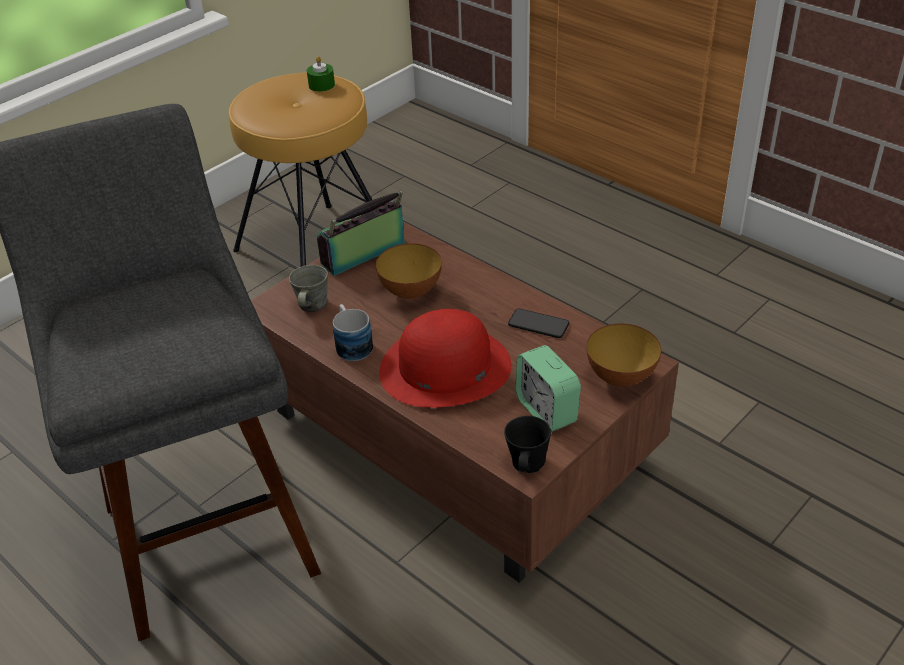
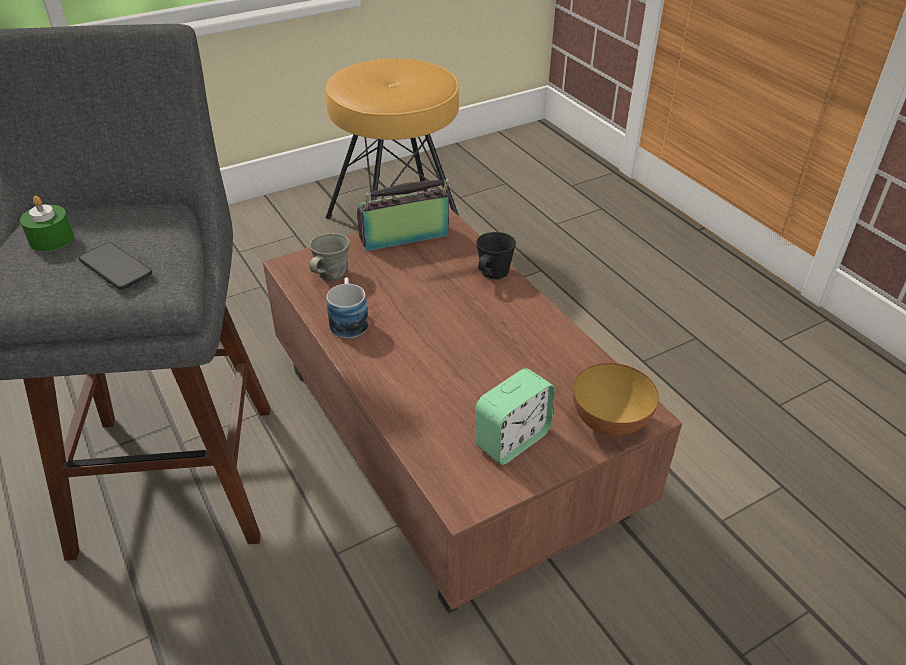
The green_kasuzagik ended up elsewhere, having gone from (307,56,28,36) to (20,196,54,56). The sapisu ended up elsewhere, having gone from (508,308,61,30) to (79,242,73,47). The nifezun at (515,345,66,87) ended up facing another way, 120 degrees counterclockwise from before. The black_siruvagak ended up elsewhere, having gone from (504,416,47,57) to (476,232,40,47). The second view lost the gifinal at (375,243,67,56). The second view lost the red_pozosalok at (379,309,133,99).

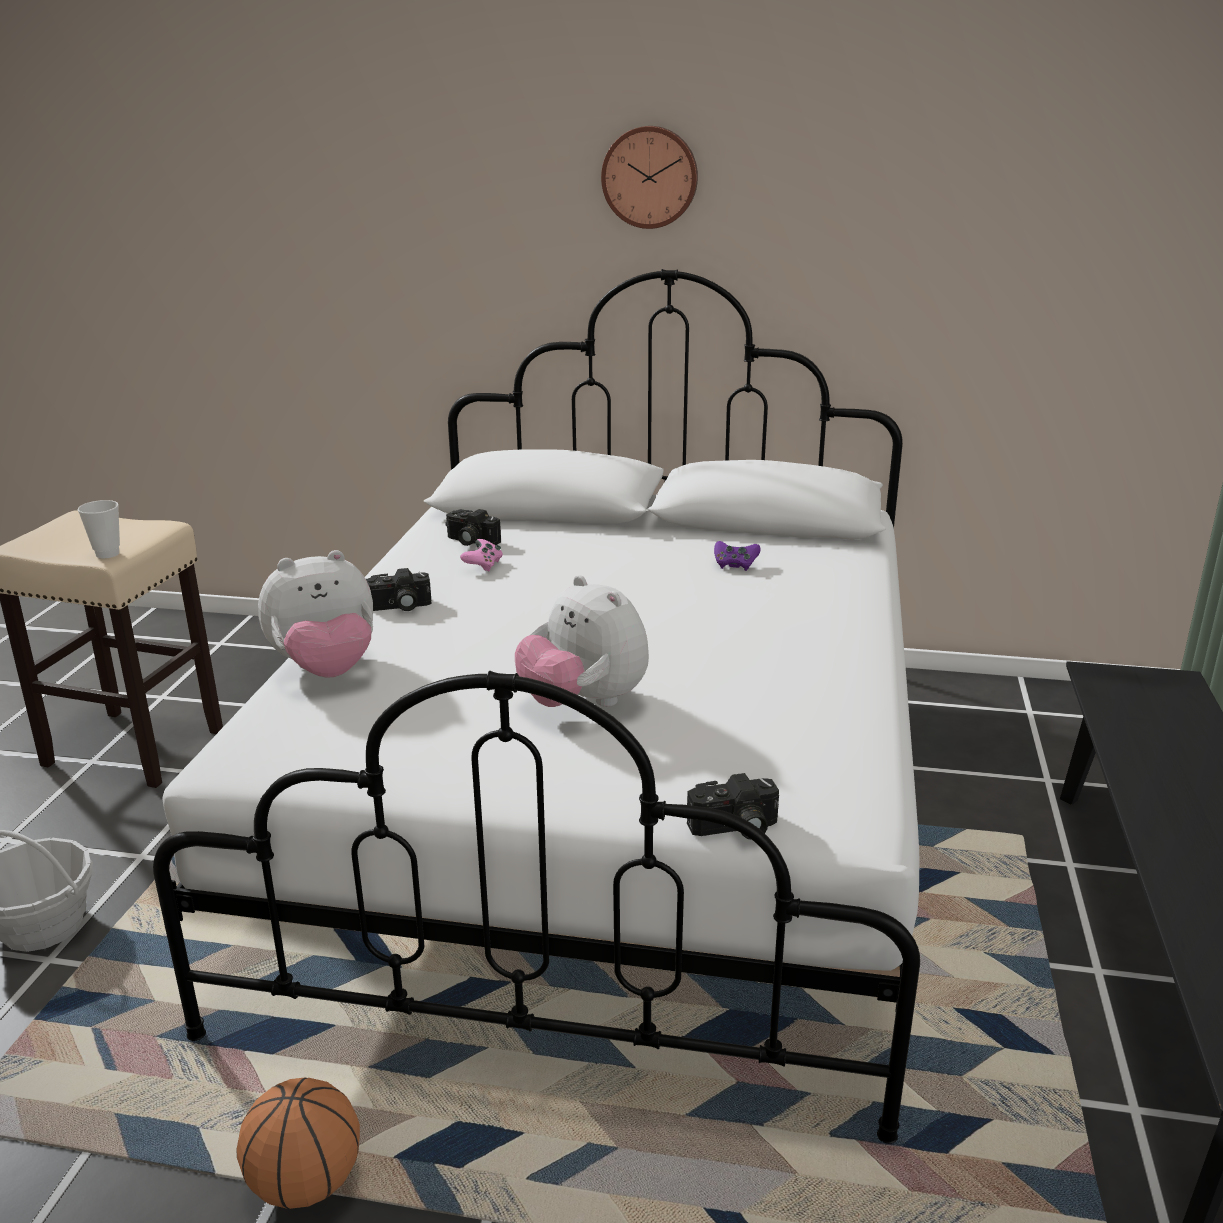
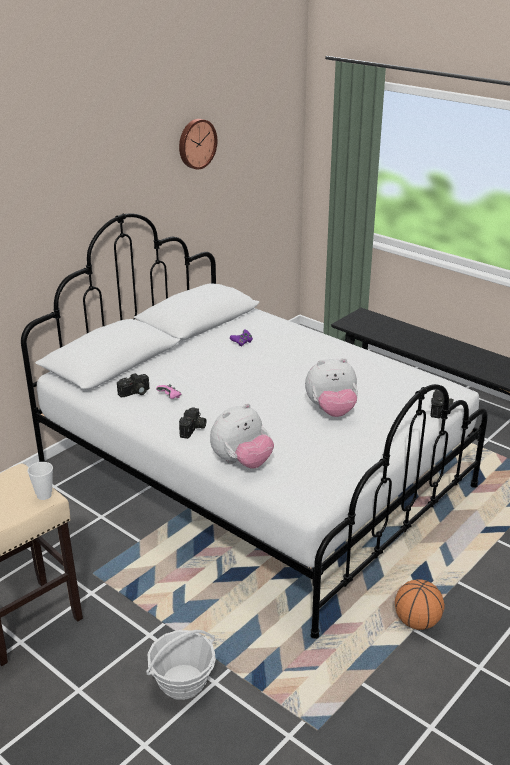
The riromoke ended up elsewhere, having gone from (601,126,97,103) to (179,119,38,50). The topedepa at (258,550,115,128) ended up facing another way, 45 degrees clockwise from before.

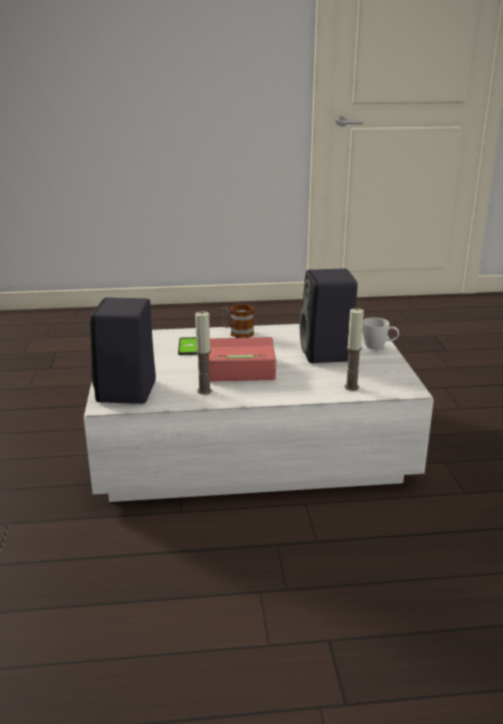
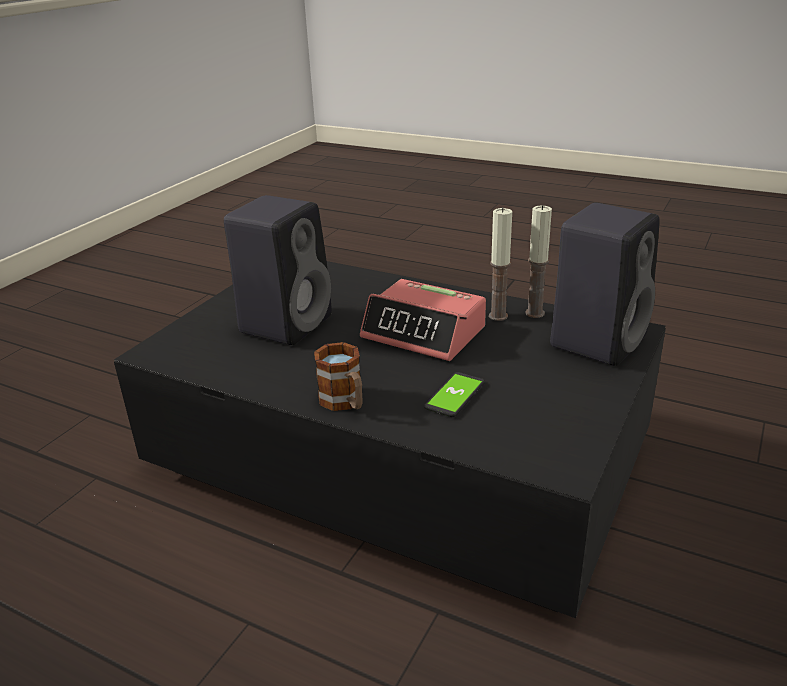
What was the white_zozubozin at (84,324,350,178) turned into the black_zozubozin at (114,261,552,357). The kasuzagik ended up elsewhere, having gone from (345,308,19,83) to (525,205,27,113). The second view lost the white_siruvagak at (363,317,36,32).

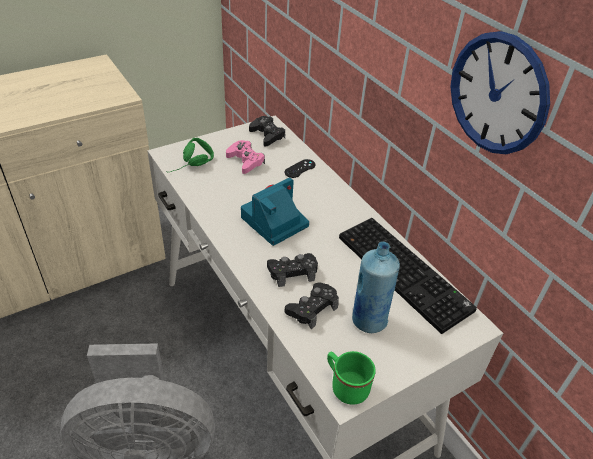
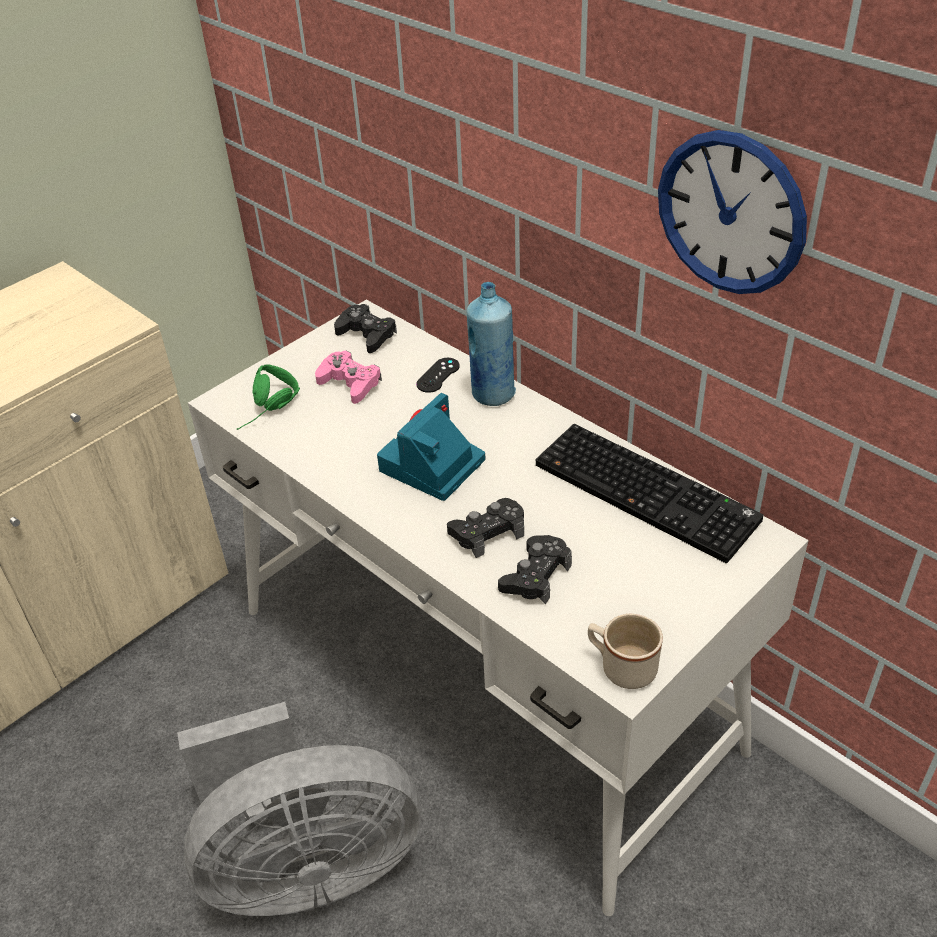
The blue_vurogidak ended up elsewhere, having gone from (352,241,48,92) to (467,282,49,124). What was the green_siruvagak at (327,351,49,54) turned into the beige_siruvagak at (588,614,75,75).

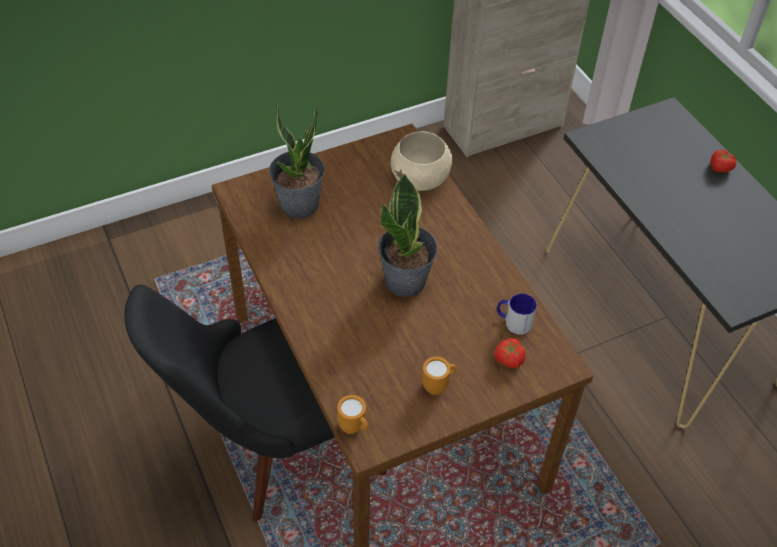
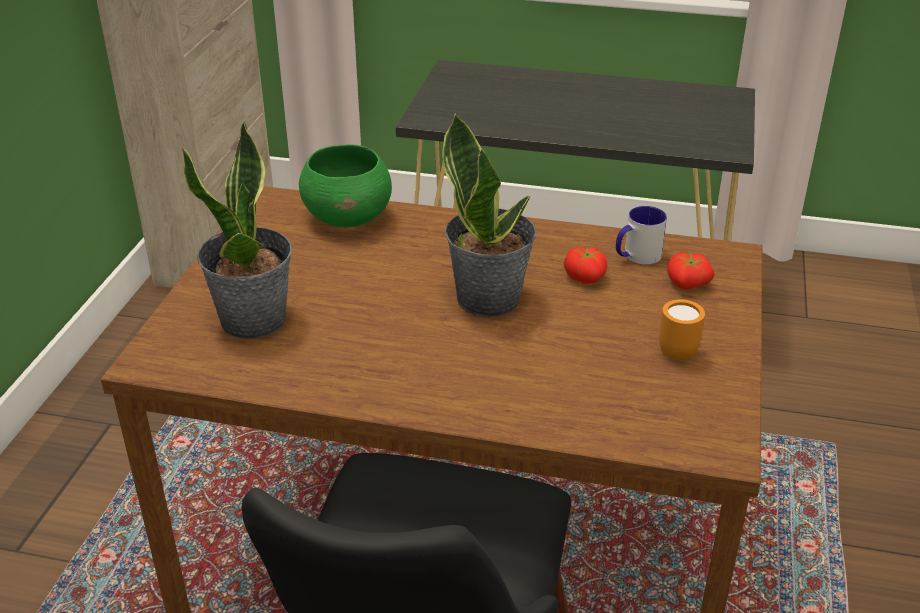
What was the beige_gifinal at (391,131,61,60) turned into the green_gifinal at (299,144,93,83). The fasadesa ended up elsewhere, having gone from (710,149,27,24) to (564,247,43,37). The second view lost the orange_siruvagak at (337,395,31,39).

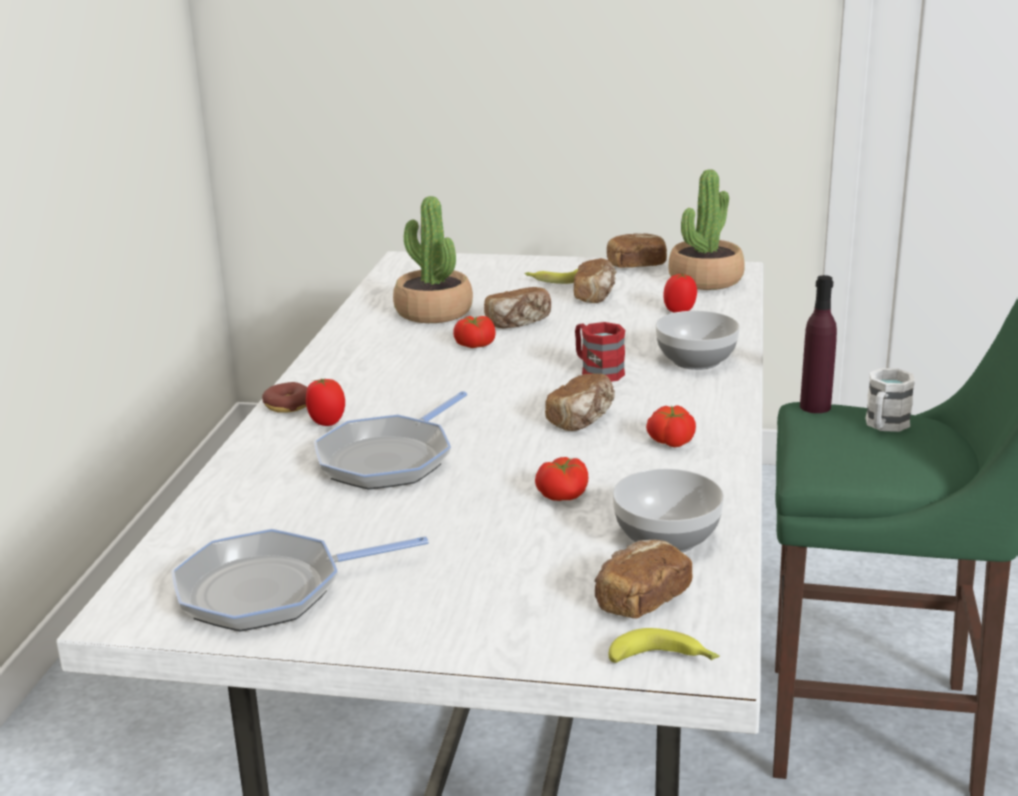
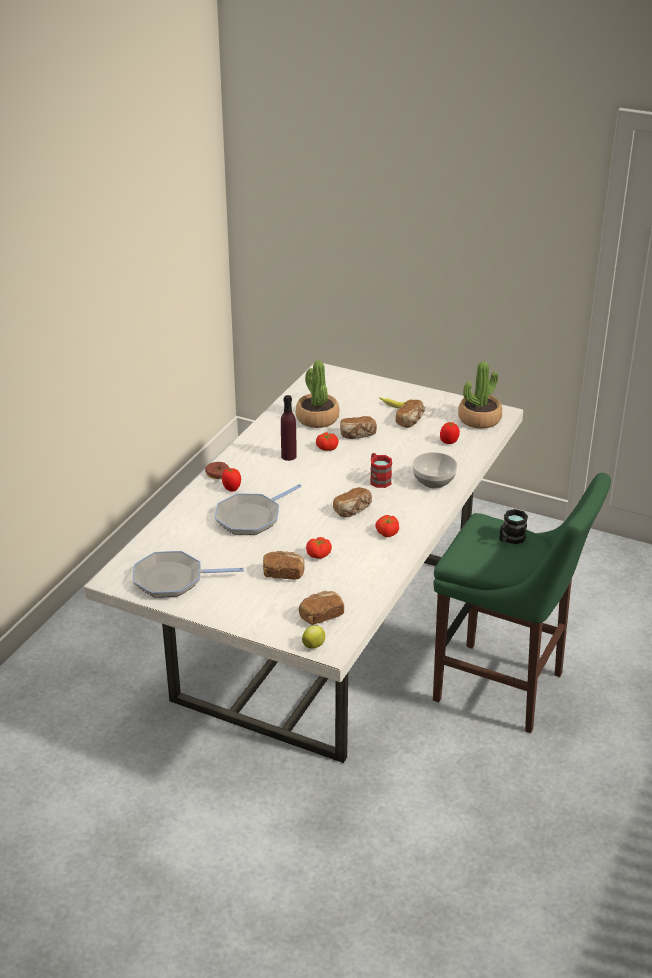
The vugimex ended up elsewhere, having gone from (607,233,60,35) to (263,551,42,29). The purple_vurogidak ended up elsewhere, having gone from (800,275,37,138) to (281,395,16,66). Where the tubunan stood at (608,628,112,35), the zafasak came to stand at (302,625,23,24). What was the white_siruvagak at (866,368,49,64) turned into the black_siruvagak at (500,509,28,35). The second view lost the gifinal at (612,469,112,83).

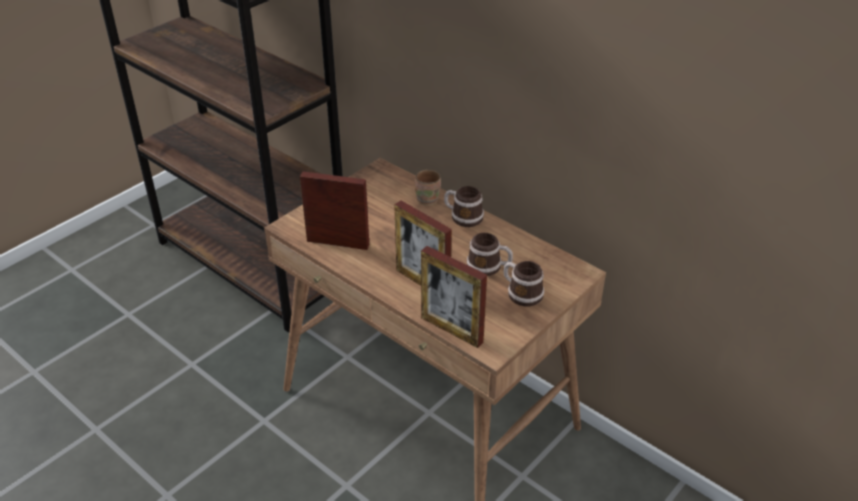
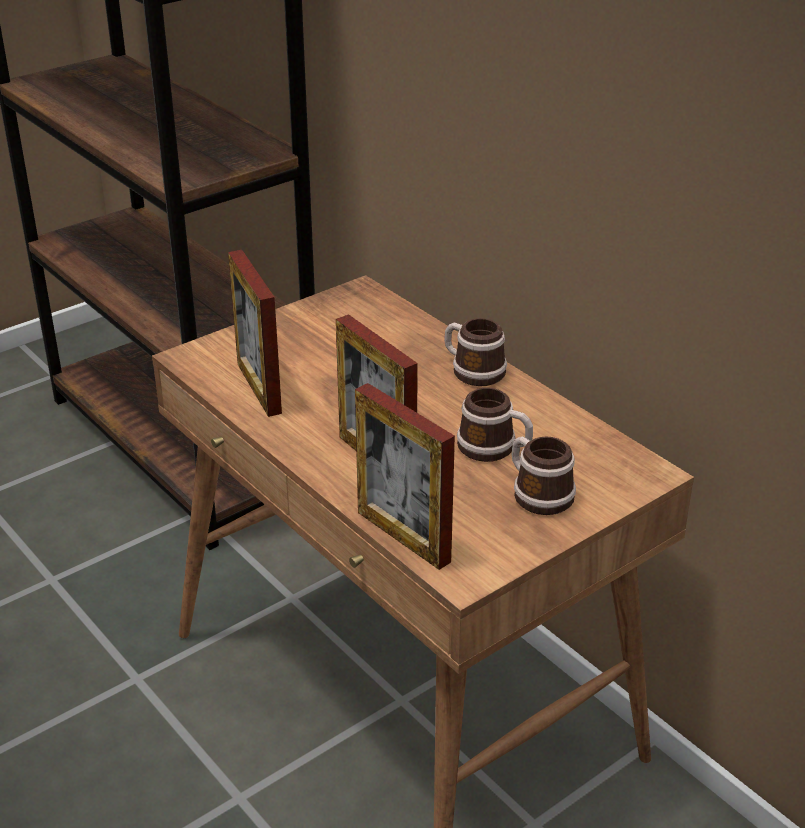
The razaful at (300,171,69,79) ended up facing another way, 135 degrees counterclockwise from before. The second view lost the brown_siruvagak at (415,170,26,36).

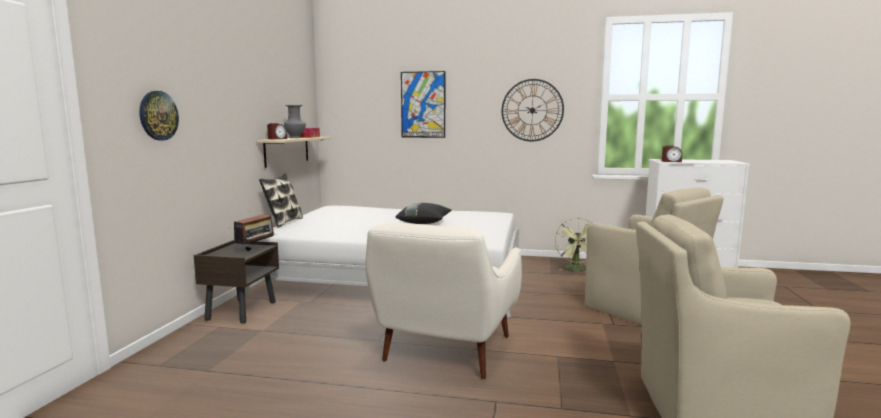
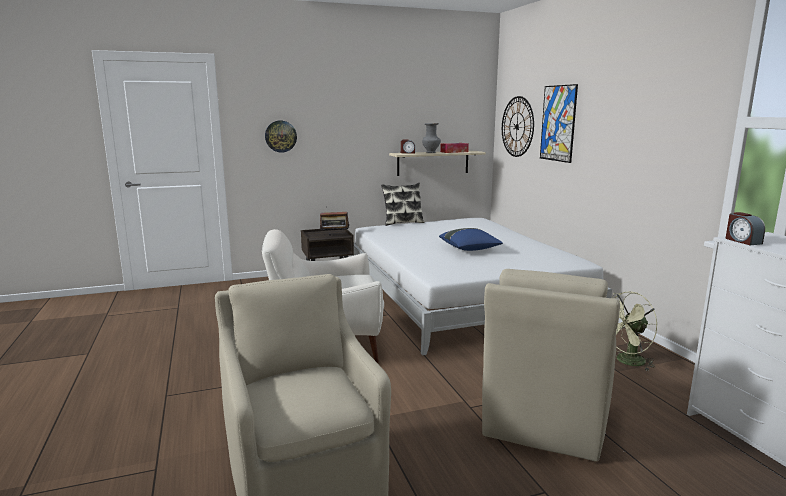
What was the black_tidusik at (395,203,57,21) turned into the blue_tidusik at (439,228,64,23). The riromoke ended up elsewhere, having gone from (502,79,62,62) to (502,96,32,61).

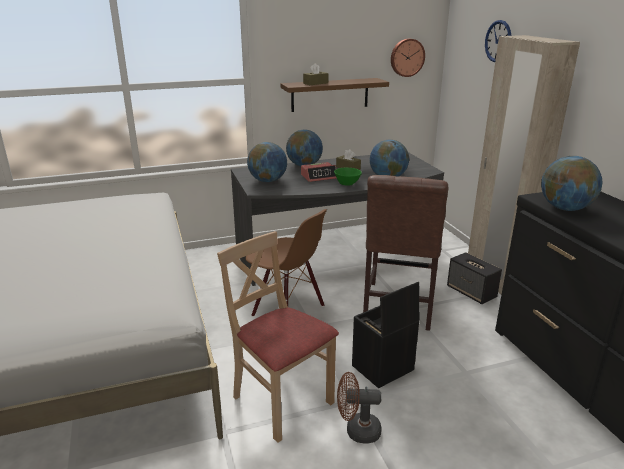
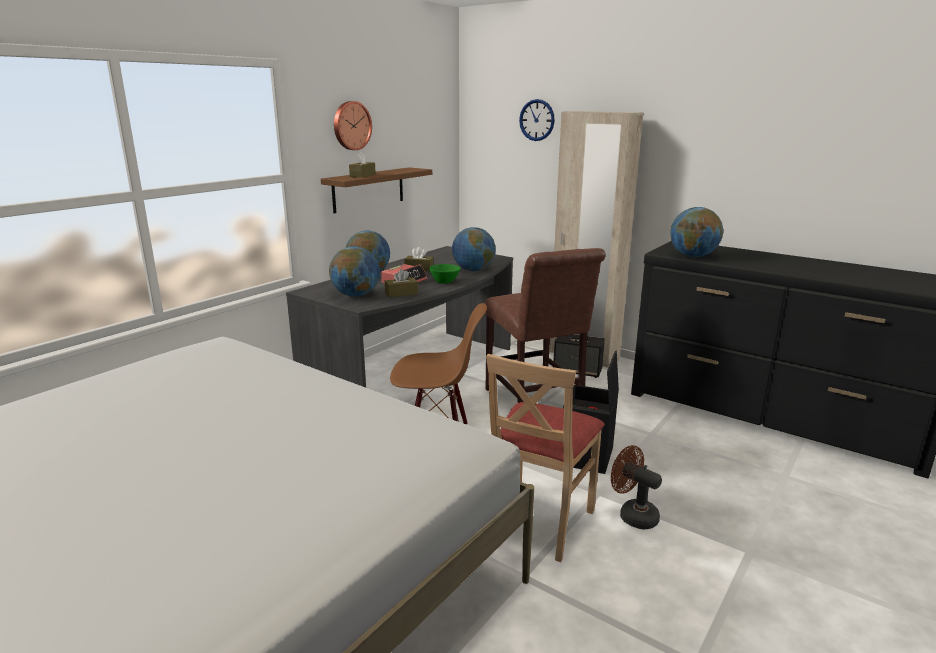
The riromoke ended up elsewhere, having gone from (391,39,34,38) to (334,101,38,49). The second view gained the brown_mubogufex at (385,269,33,28). The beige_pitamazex at (217,231,122,212) ended up facing another way, 75 degrees counterclockwise from before. The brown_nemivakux at (337,372,44,72) ended up facing another way, 75 degrees clockwise from before.

